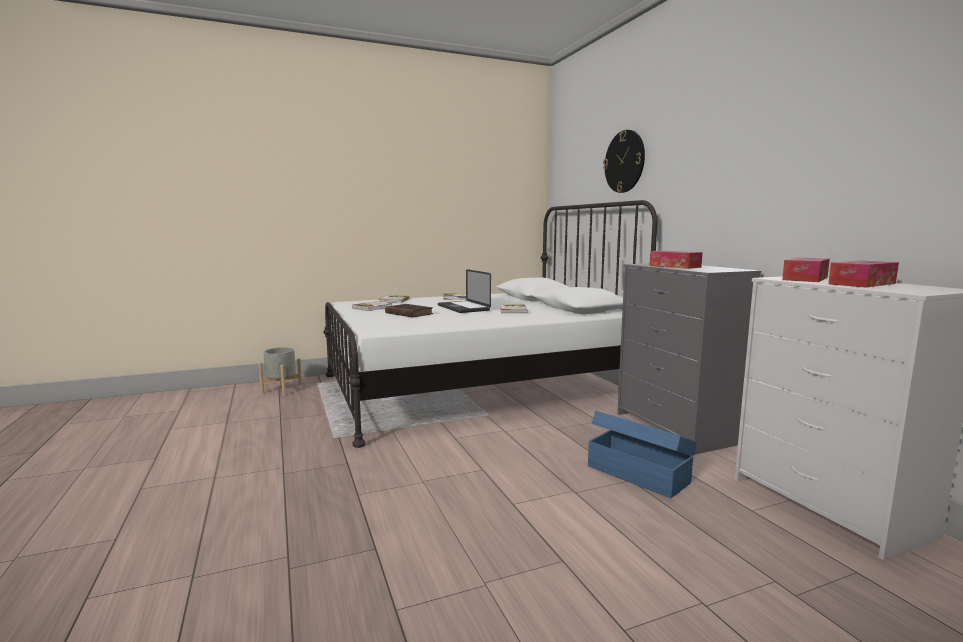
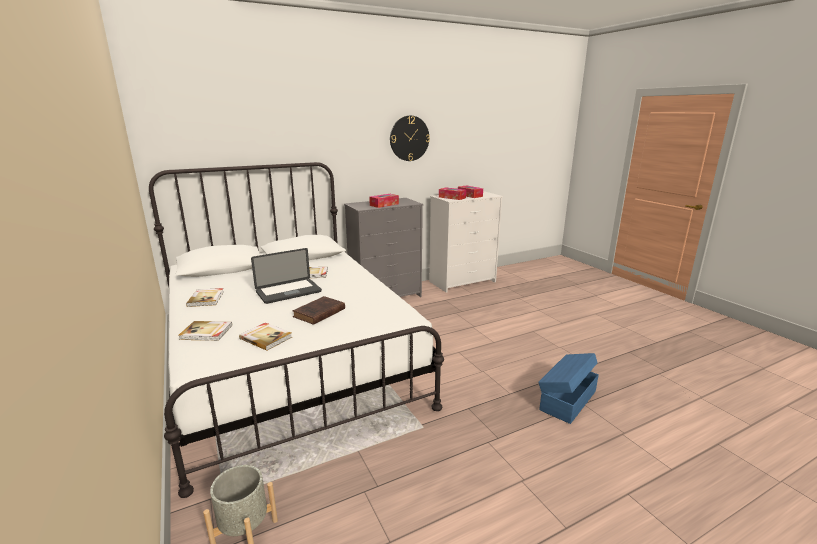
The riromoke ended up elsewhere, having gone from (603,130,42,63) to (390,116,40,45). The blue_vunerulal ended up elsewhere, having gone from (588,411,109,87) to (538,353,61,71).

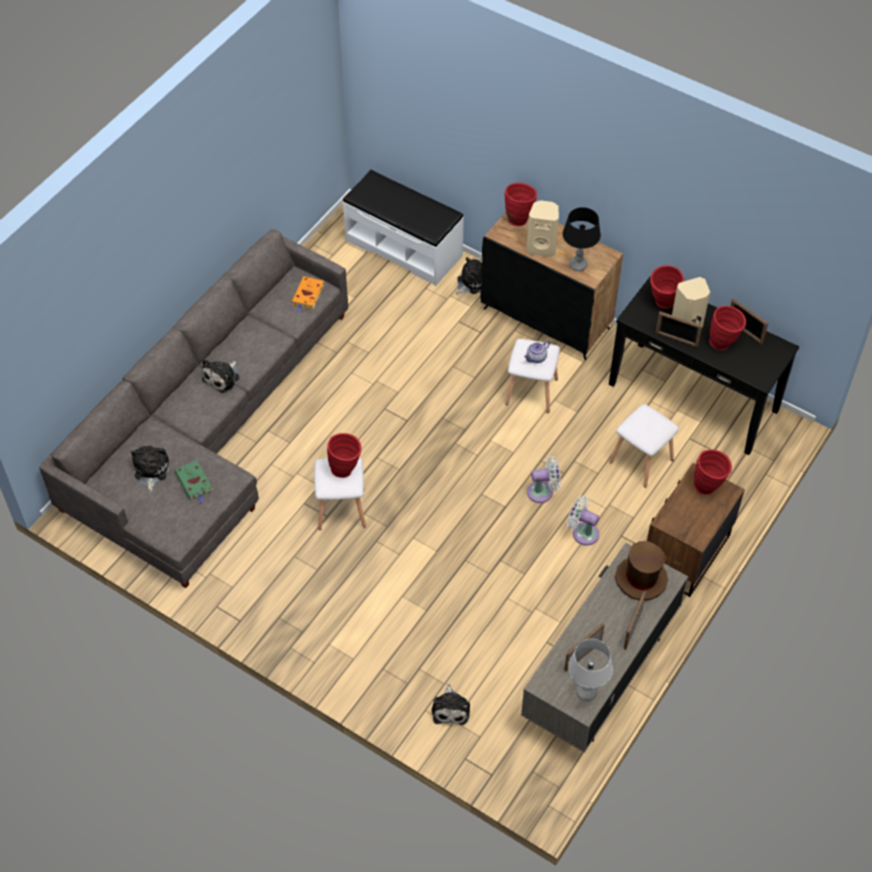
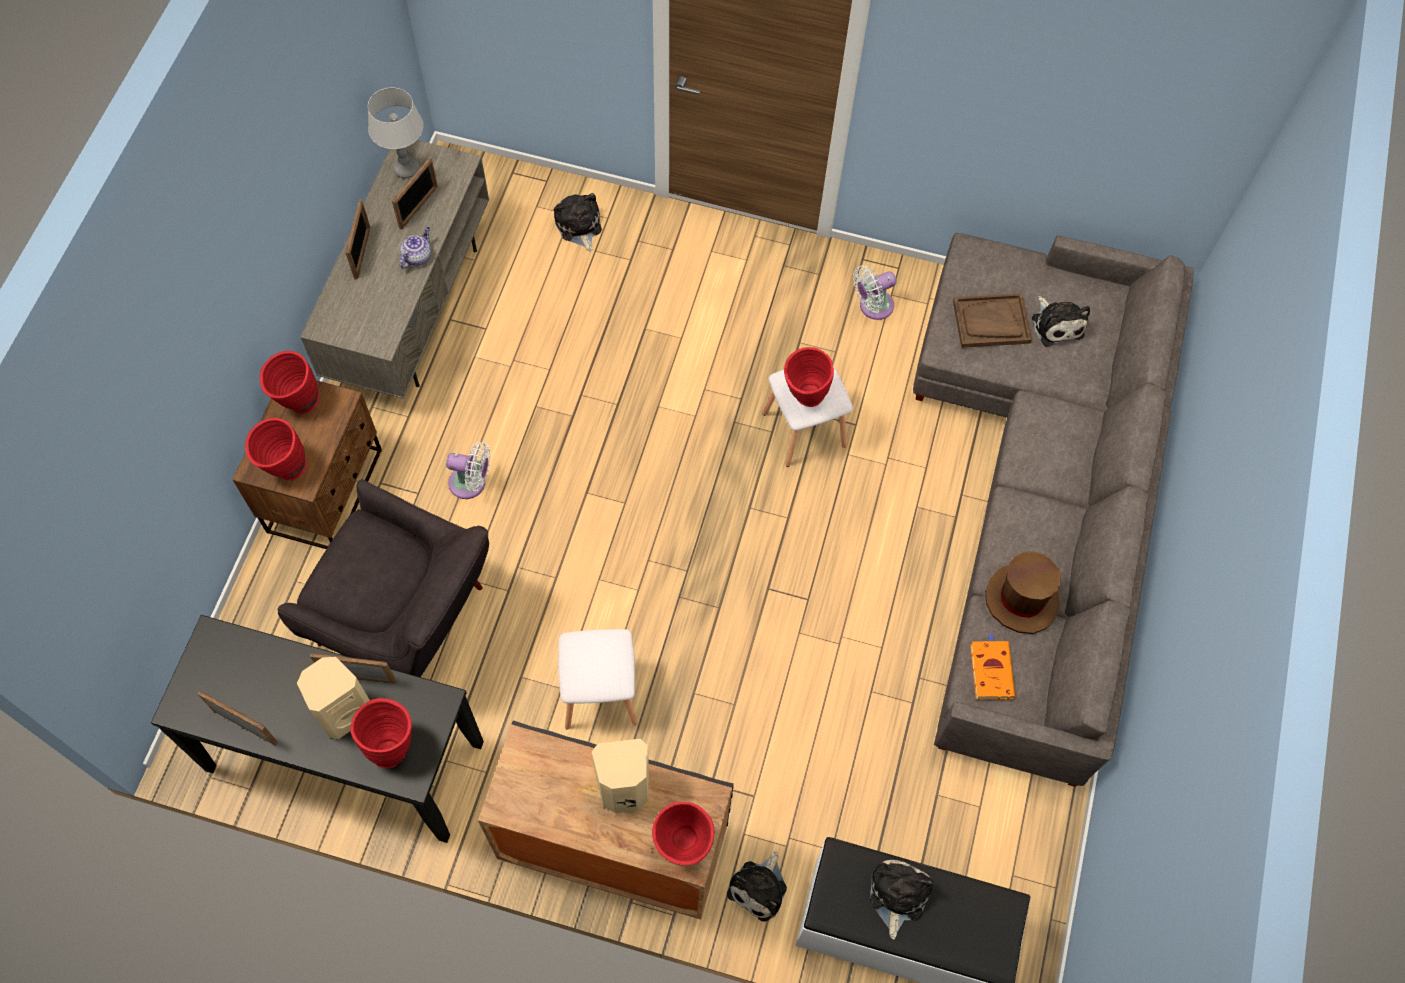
The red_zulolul ended up elsewhere, having gone from (709,306,37,44) to (260,351,60,63). Where the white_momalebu stood at (609,404,70,84), the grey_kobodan came to stand at (277,479,212,198). The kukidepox ended up elsewhere, having gone from (525,340,25,23) to (399,227,32,42). The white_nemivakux ended up elsewhere, having gone from (527,456,34,47) to (853,265,44,55). The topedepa ended up elsewhere, having gone from (202,359,37,34) to (870,860,64,80). Where the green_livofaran stood at (175,460,38,43), the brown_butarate came to stand at (953,293,79,55). The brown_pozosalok ended up elsewhere, having gone from (615,541,53,59) to (985,551,76,83). The second view lost the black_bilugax at (563,207,38,64).

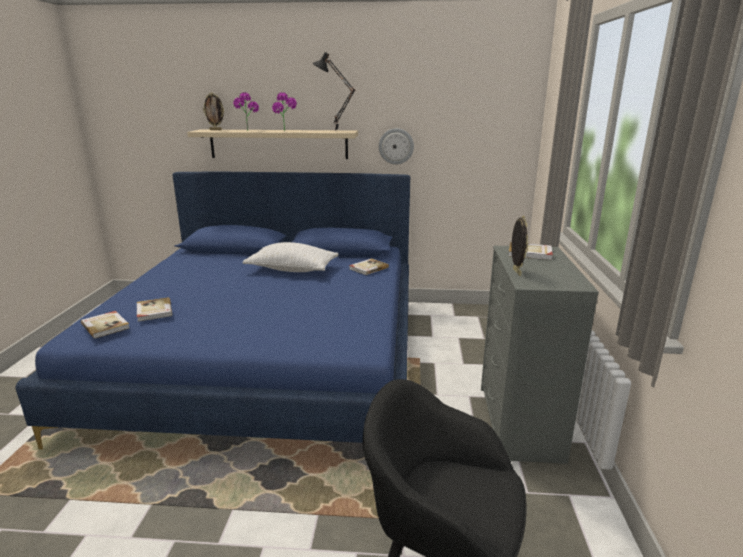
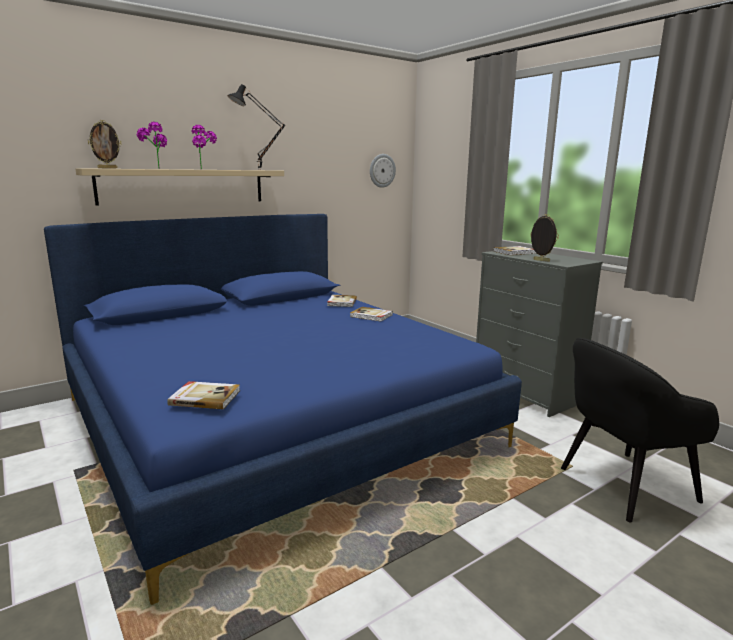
The livofaran ended up elsewhere, having gone from (137,297,35,25) to (350,307,43,15). The riromoke ended up elsewhere, having gone from (379,128,35,37) to (370,154,26,34). The second view lost the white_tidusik at (243,242,96,30).

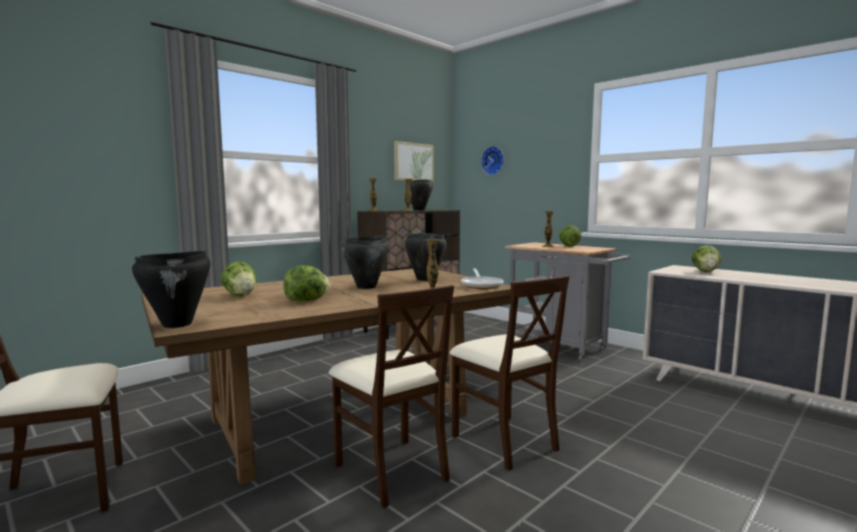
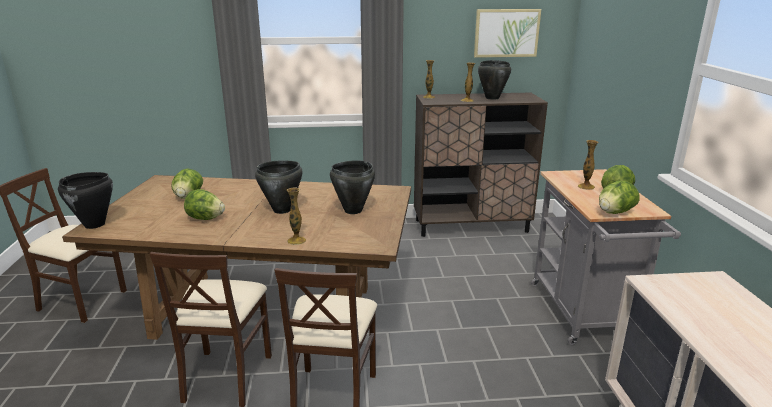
The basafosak ended up elsewhere, having gone from (692,245,29,27) to (599,181,41,33). The second view lost the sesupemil at (461,268,43,21). The second view lost the riromoke at (481,146,23,29).

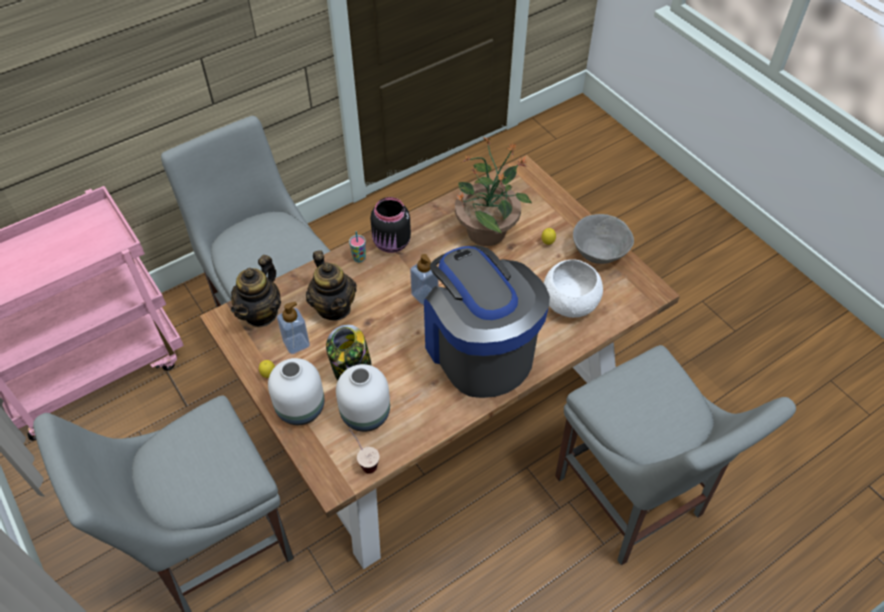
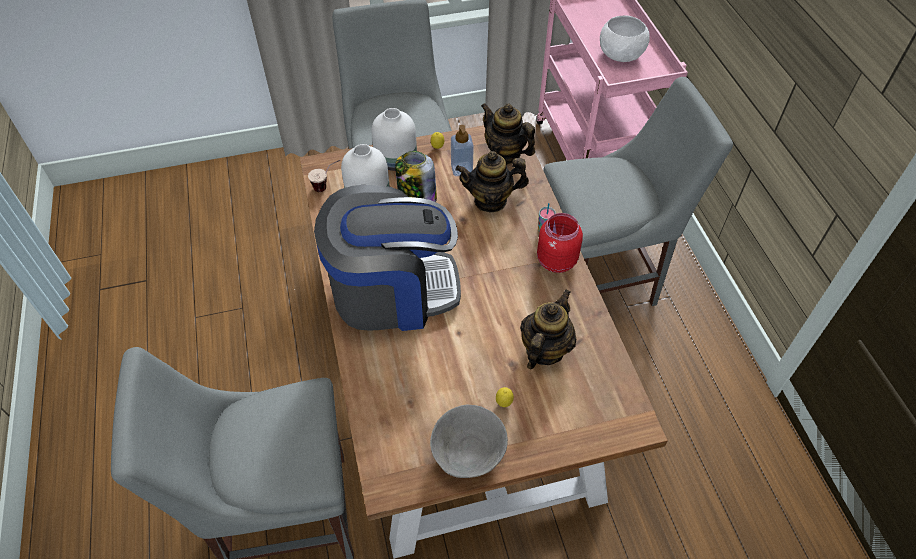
Where the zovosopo stood at (455,137,77,109), the kukidepox came to stand at (520,289,56,80). What was the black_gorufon at (370,197,41,56) turned into the red_gorufon at (537,213,46,60). The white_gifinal ended up elsewhere, having gone from (544,259,59,59) to (600,15,50,47). The second view lost the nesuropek at (410,254,29,51).

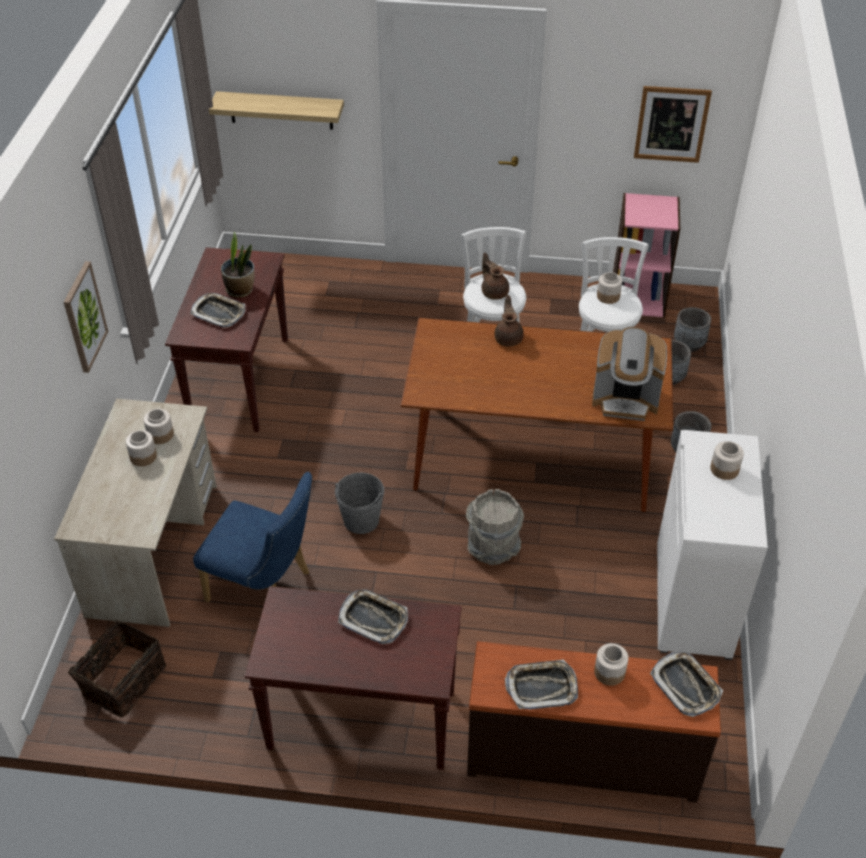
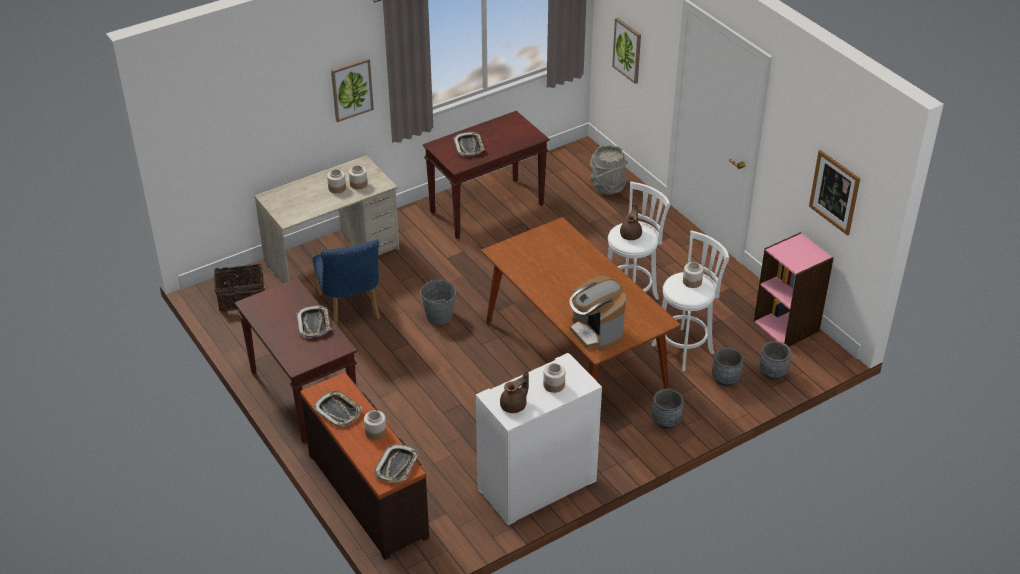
The brown_kukidepox ended up elsewhere, having gone from (494,295,30,52) to (500,371,29,42). The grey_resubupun ended up elsewhere, having gone from (466,489,58,76) to (590,145,38,50). Where the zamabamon hung at (209,91,135,39), the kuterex came to hang at (612,18,29,66). The second view lost the zovosopo at (221,232,34,66).

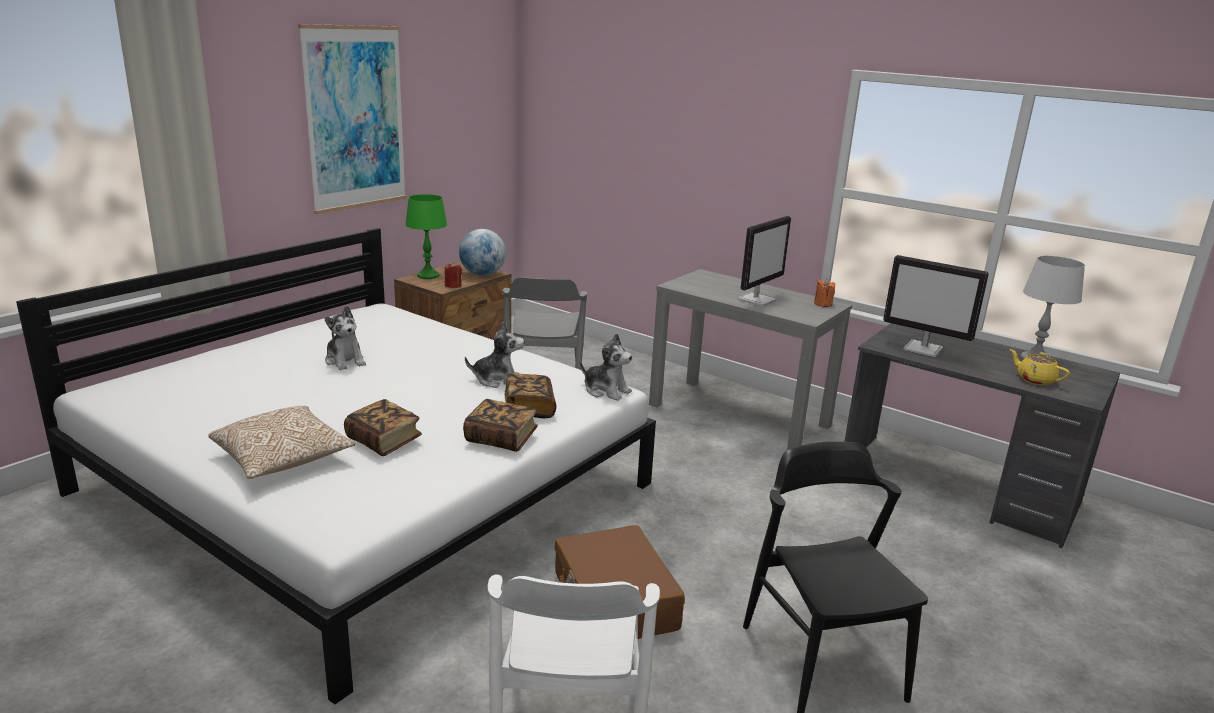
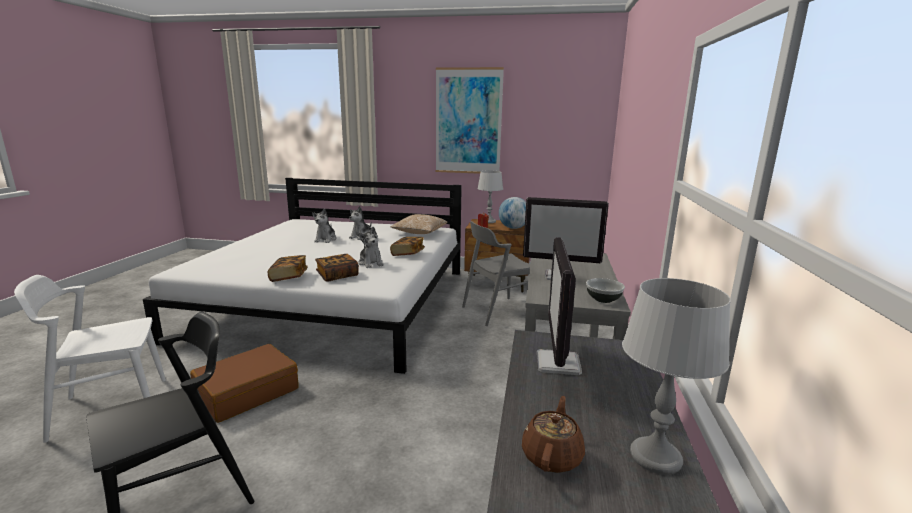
The topedepa ended up elsewhere, having gone from (580,333,52,68) to (312,209,25,34). The livofaran ended up elsewhere, having gone from (344,399,78,57) to (390,237,35,19). The tidusik ended up elsewhere, having gone from (208,406,148,73) to (391,214,56,20). What was the green_bilugax at (405,194,42,85) turned into the grey_bilugax at (477,170,26,53). What was the yellow_kukidepox at (1009,349,61,36) turned into the brown_kukidepox at (522,396,63,77). Where the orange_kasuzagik stood at (814,279,21,28), the gifinal came to stand at (586,278,39,25).

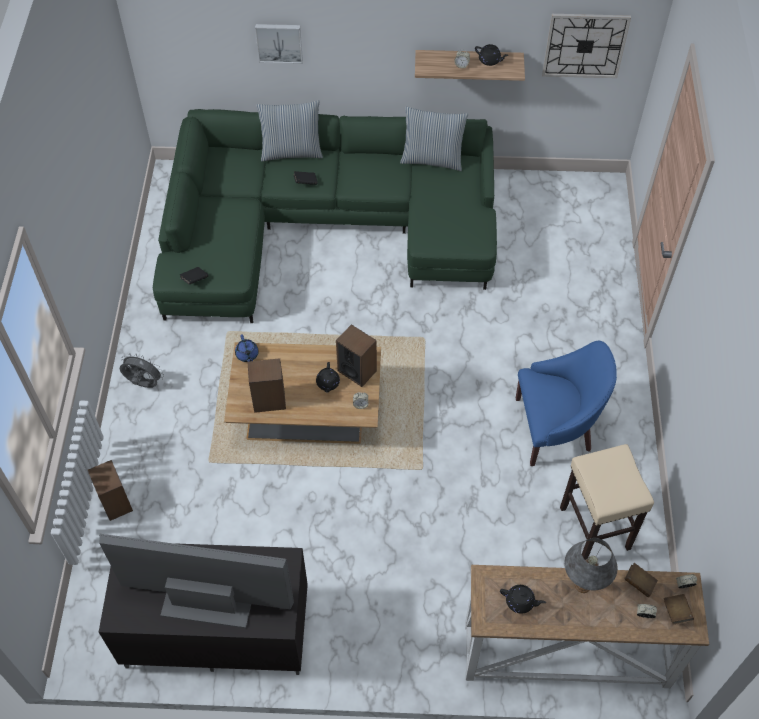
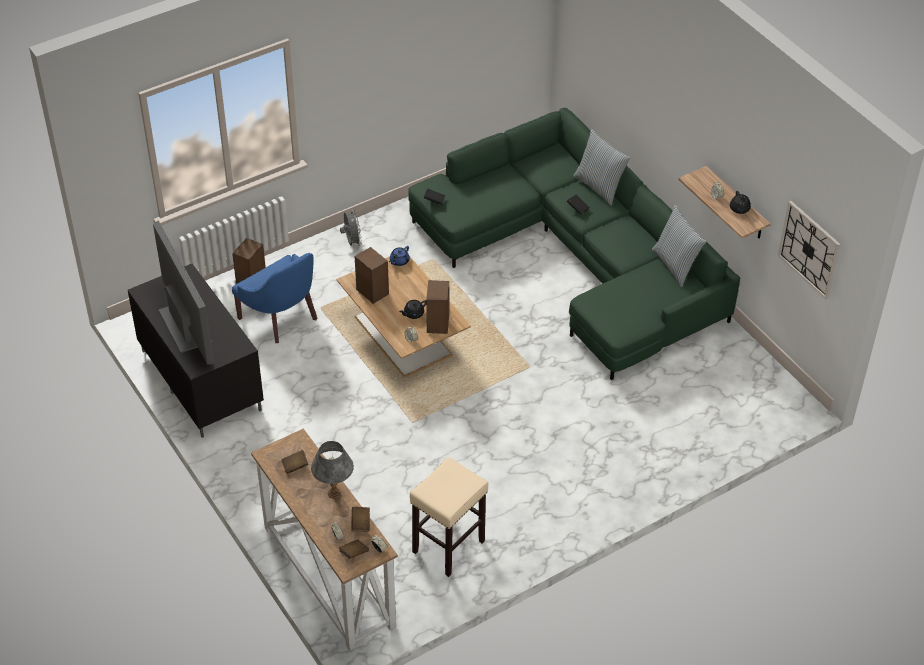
The blue_kobodan ended up elsewhere, having gone from (516,341,101,125) to (232,253,85,90). Where the black_kukidepox stood at (500,585,46,29), the brown_livofaran came to stand at (281,450,28,24). The second view lost the kuterex at (255,24,48,40).

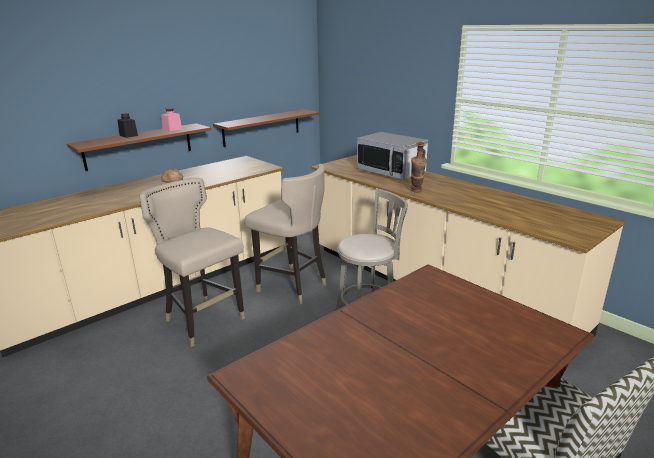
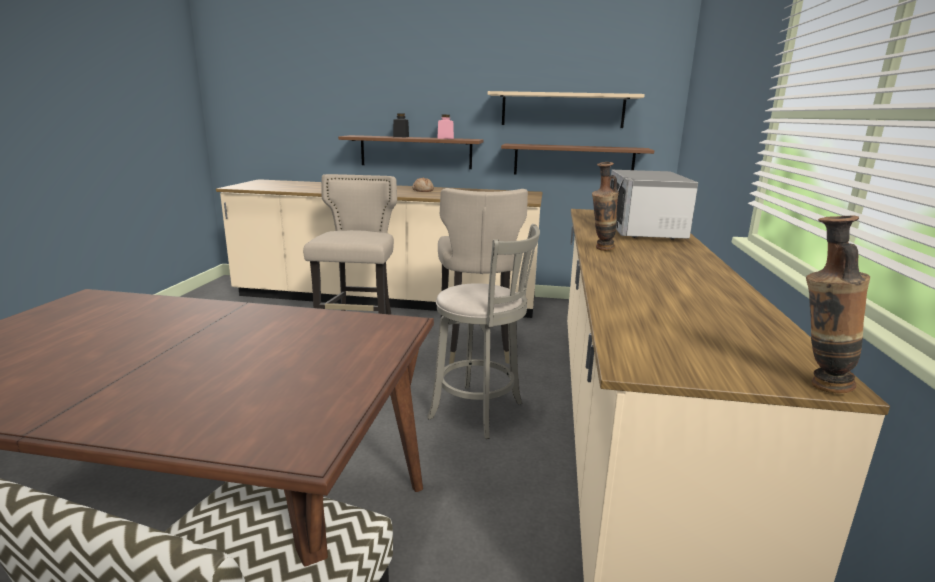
The second view gained the beige_zamabamon at (488,91,157,37). The second view gained the zulolul at (806,215,64,179).

